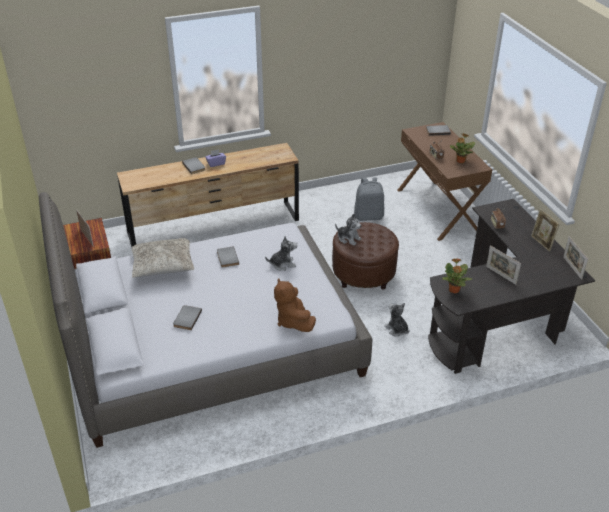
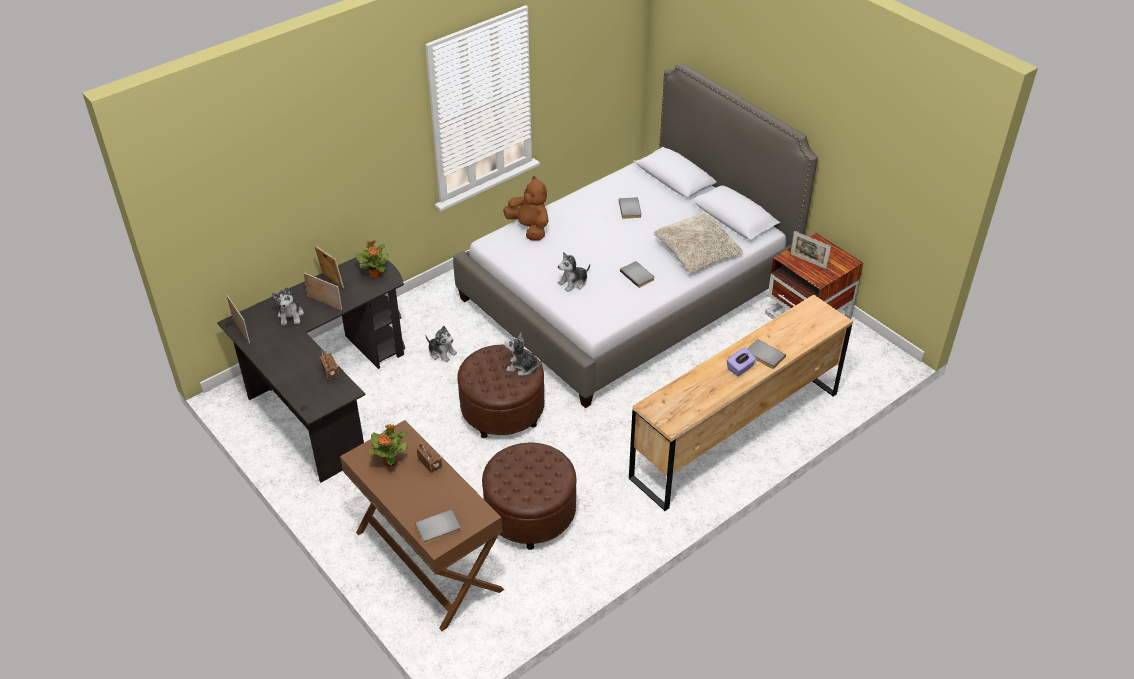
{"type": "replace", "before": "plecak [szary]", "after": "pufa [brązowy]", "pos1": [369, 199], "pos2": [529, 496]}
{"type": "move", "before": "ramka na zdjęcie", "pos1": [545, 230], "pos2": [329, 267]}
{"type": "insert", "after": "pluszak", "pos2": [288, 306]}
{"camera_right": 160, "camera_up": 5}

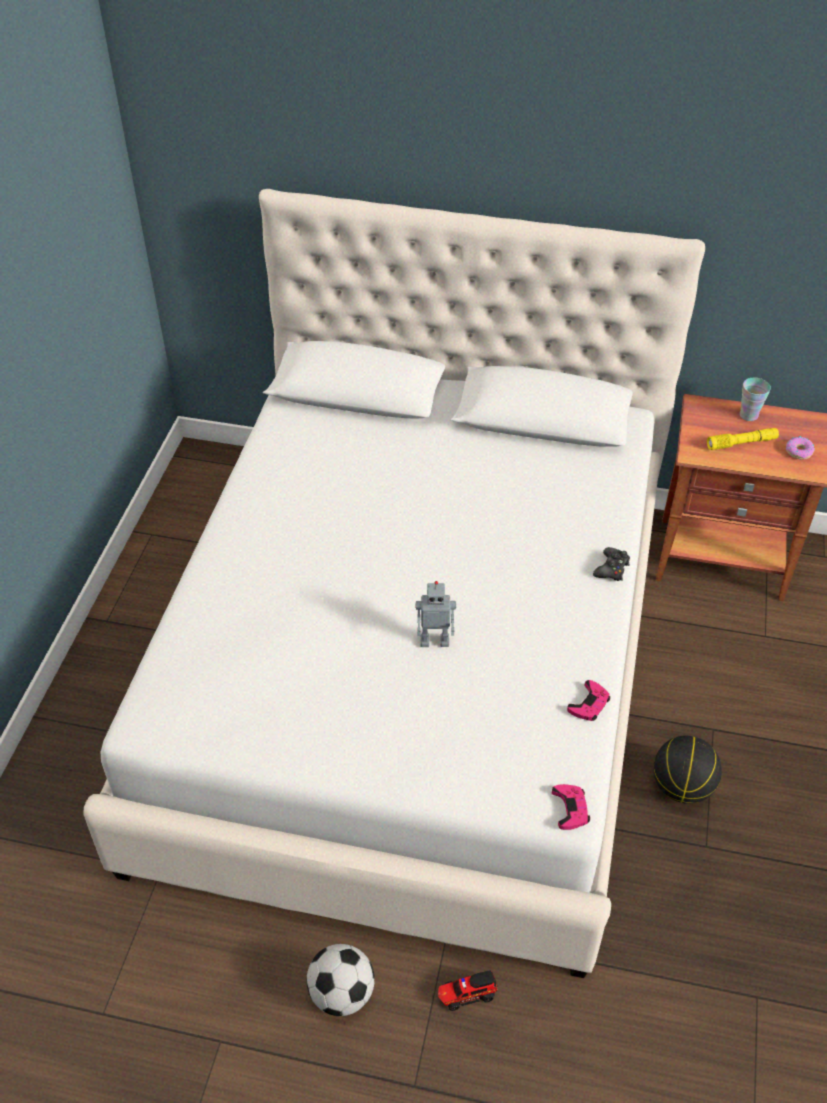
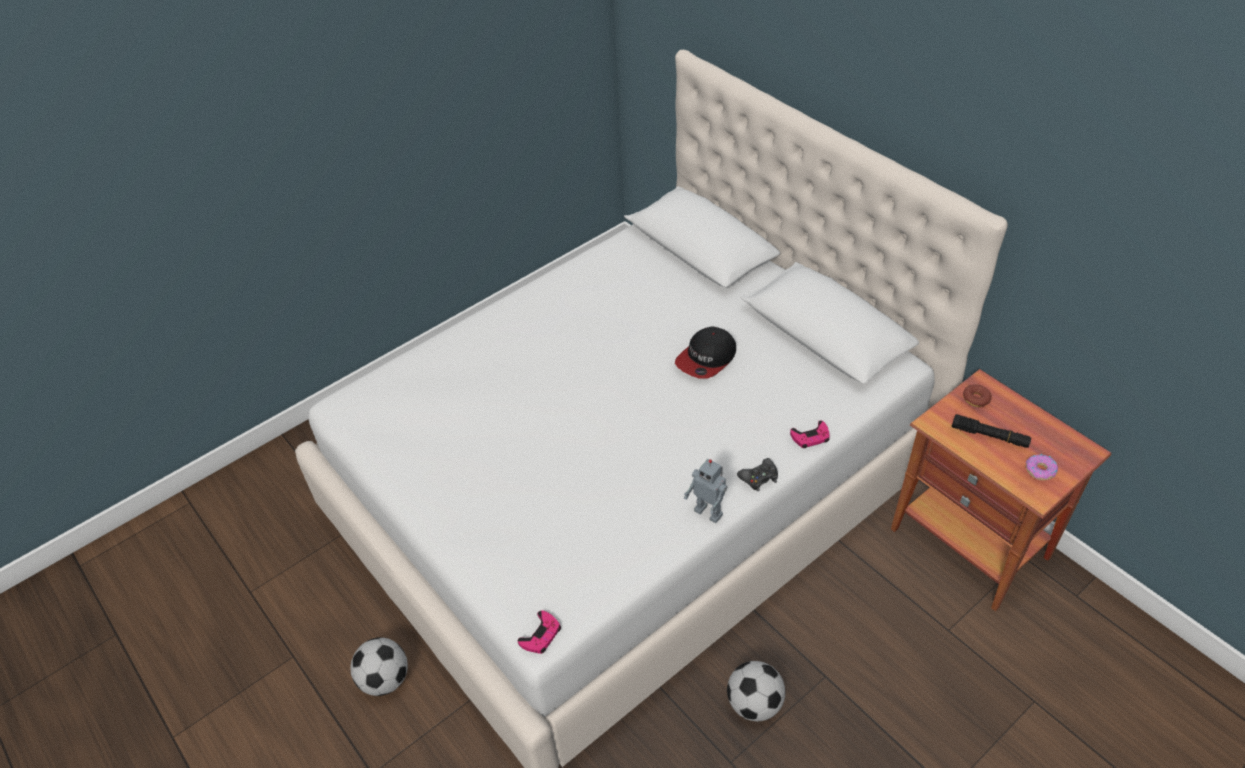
{"type": "move", "before": "robot zabawkowy", "pos1": [435, 614], "pos2": [705, 491]}
{"type": "delete", "before": "ciężarówka zabawkowa", "pos1": [468, 991]}
{"type": "move", "before": "pad do gier [różowy]", "pos1": [588, 700], "pos2": [809, 434]}
{"type": "replace", "before": "piłka do koszykówki", "after": "piłka futbolowa", "pos1": [687, 770], "pos2": [756, 691]}
{"type": "recolor", "before": "latarka [żółty]", "after": "latarka [czarny]", "pos1": [743, 439], "pos2": [991, 431]}
{"type": "delete", "before": "filiżanka", "pos1": [755, 399]}
{"type": "insert", "after": "czapka z daszkiem", "pos2": [705, 352]}
{"type": "insert", "after": "donut", "pos2": [977, 395]}
{"camera_right": 40, "camera_up": 0}

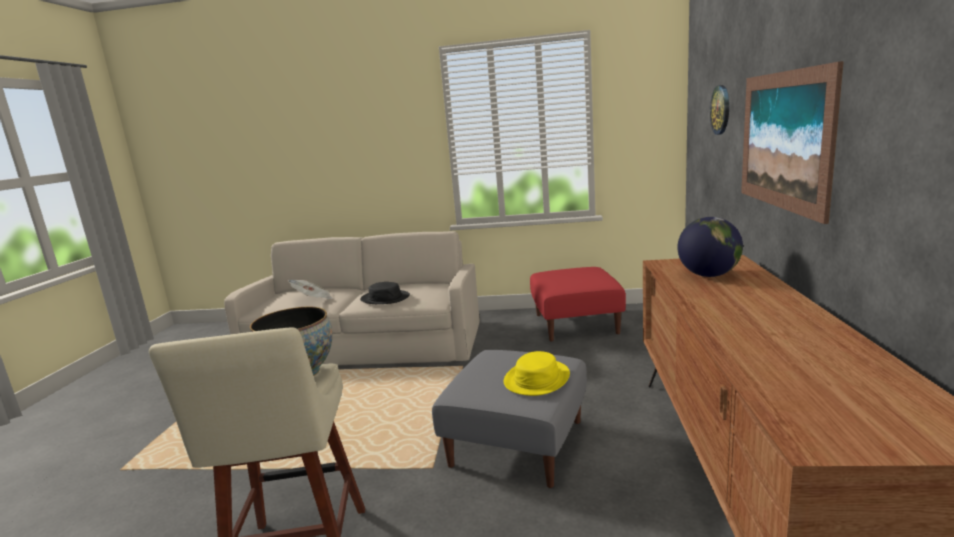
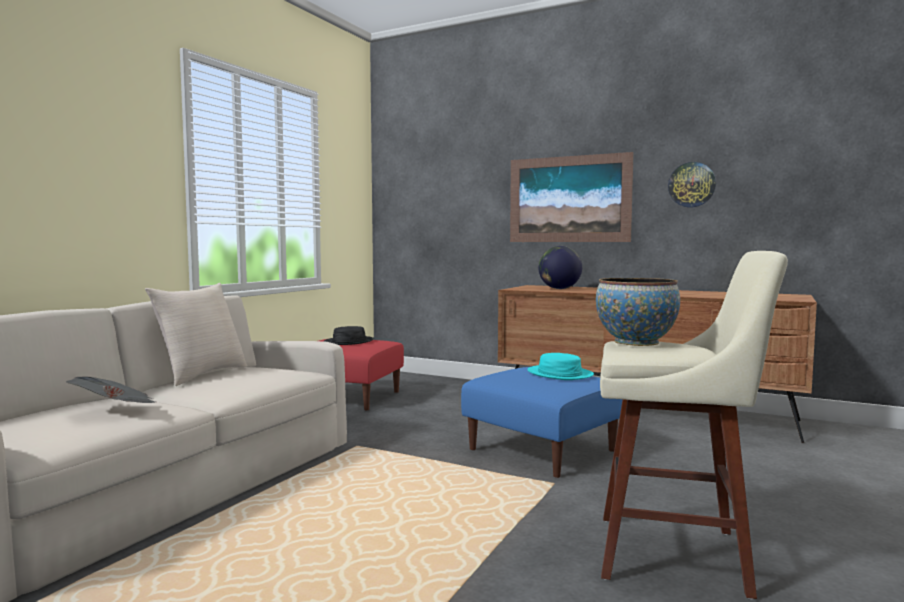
{"type": "move", "before": "kapelusz [czarny]", "pos1": [385, 293], "pos2": [349, 335]}
{"type": "recolor", "before": "pufa [szary]", "after": "pufa [niebieski]", "pos1": [509, 419], "pos2": [542, 422]}
{"type": "recolor", "before": "kapelusz [żółty]", "after": "kapelusz [turkusowy]", "pos1": [537, 373], "pos2": [560, 366]}
{"type": "move", "before": "zegar ścienny", "pos1": [719, 110], "pos2": [692, 184]}
{"type": "insert", "after": "poduszka [beżowy]", "pos2": [196, 334]}
{"camera_right": -70, "camera_up": -10}

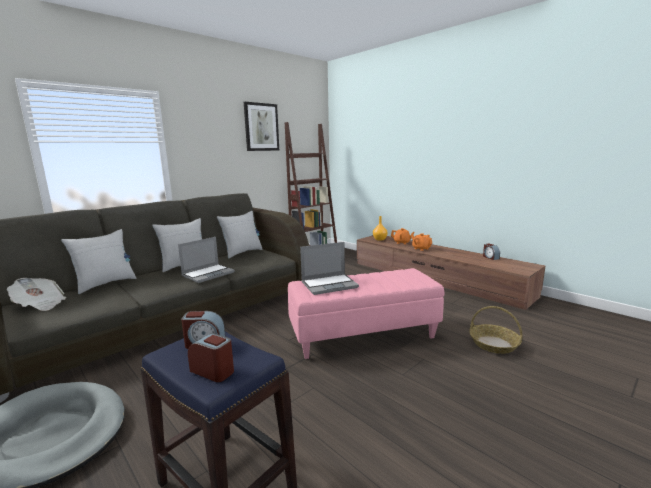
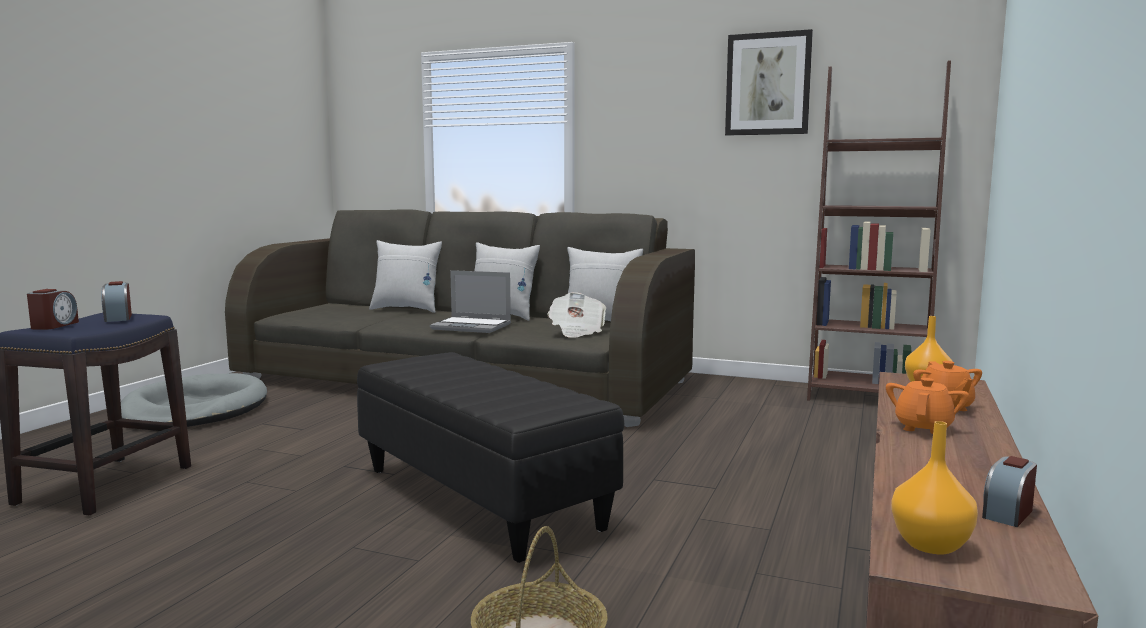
{"type": "move", "before": "gazeta", "pos1": [36, 294], "pos2": [576, 315]}
{"type": "recolor", "before": "pufa [różowy]", "after": "pufa [czarny]", "pos1": [366, 313], "pos2": [490, 457]}
{"type": "delete", "before": "laptop", "pos1": [329, 268]}
{"type": "insert", "after": "wazon [pomarańczowy]", "pos2": [934, 487]}
{"camera_right": 65, "camera_up": -5}

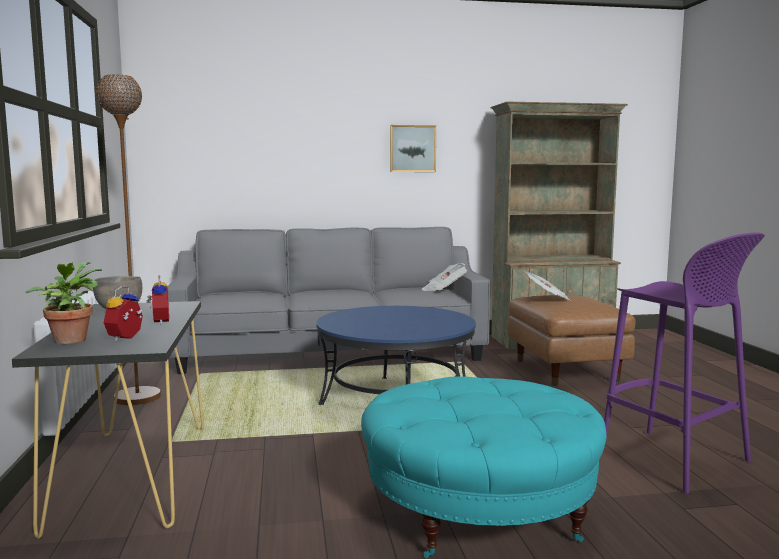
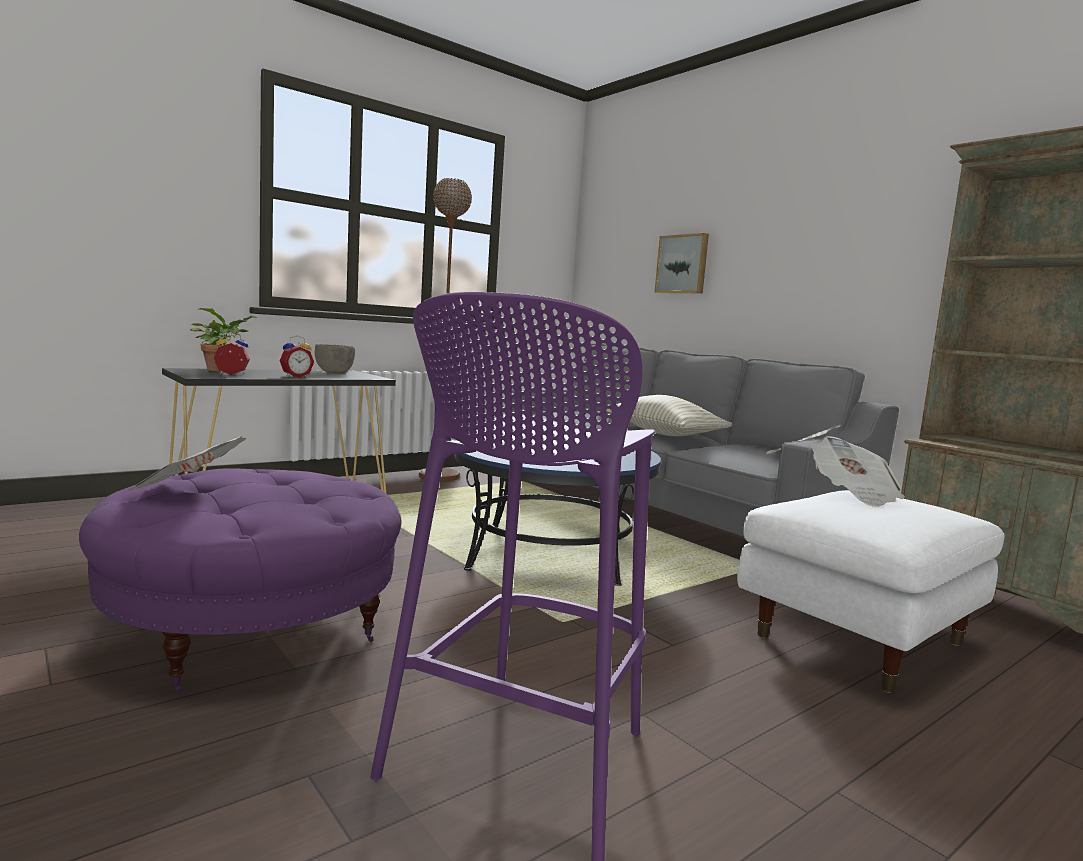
{"type": "recolor", "before": "pufa [turkusowy]", "after": "pufa [fioletowy]", "pos1": [483, 467], "pos2": [240, 580]}
{"type": "move", "before": "obraz", "pos1": [413, 148], "pos2": [682, 263]}
{"type": "recolor", "before": "pufa [brązowy]", "after": "pufa [biały]", "pos1": [572, 341], "pos2": [871, 591]}
{"type": "insert", "after": "gazeta", "pos2": [187, 463]}
{"type": "insert", "after": "poduszka", "pos2": [669, 415]}
{"camera_right": 60, "camera_up": 0}

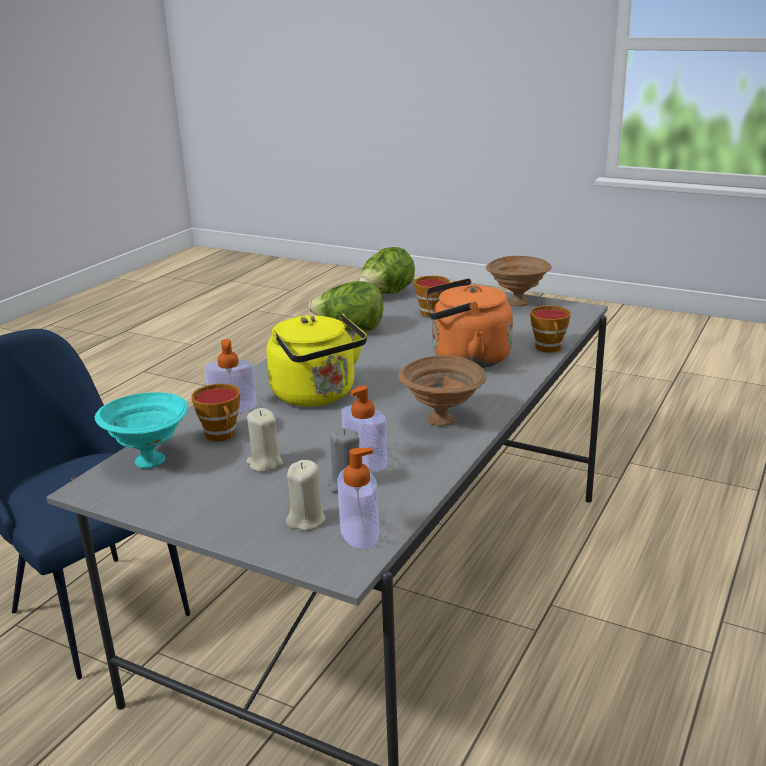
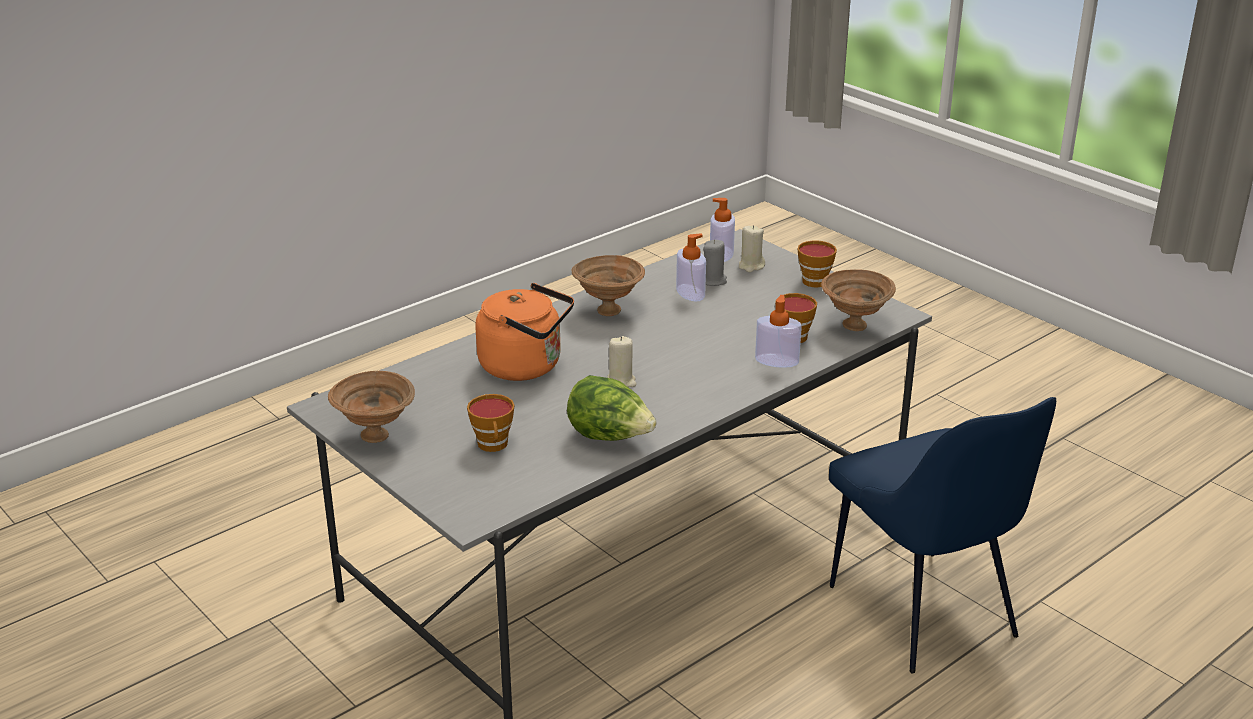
{"type": "recolor", "before": "miska [turkusowy]", "after": "miska [brązowy]", "pos1": [141, 430], "pos2": [858, 300]}
{"type": "move", "before": "świeca [beżowy]", "pos1": [264, 440], "pos2": [622, 361]}
{"type": "delete", "before": "czajnik [żółty]", "pos1": [317, 359]}
{"type": "delete", "before": "sałata", "pos1": [387, 270]}
{"type": "move", "before": "filiżanka", "pos1": [550, 329], "pos2": [817, 263]}
{"camera_right": -160, "camera_up": 5}

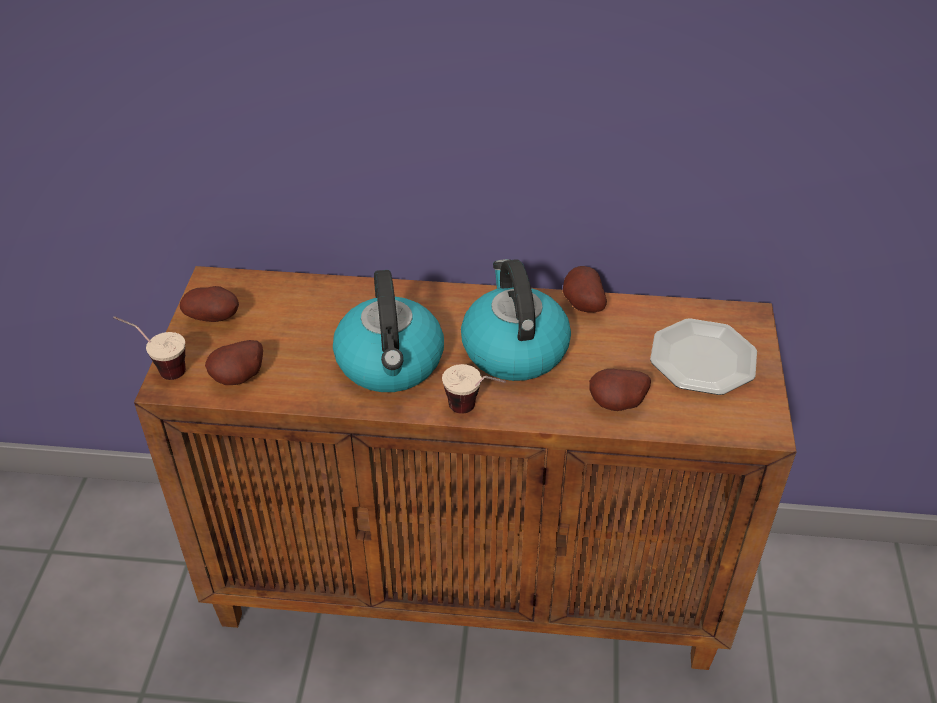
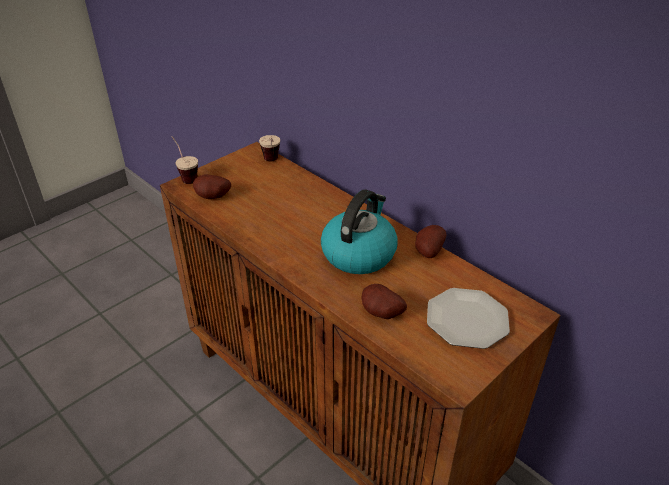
{"type": "delete", "before": "ziemniak", "pos1": [209, 304]}
{"type": "delete", "before": "czajnik", "pos1": [388, 331]}
{"type": "move", "before": "filiżanka", "pos1": [474, 389], "pos2": [269, 148]}
{"camera_right": 40, "camera_up": -5}

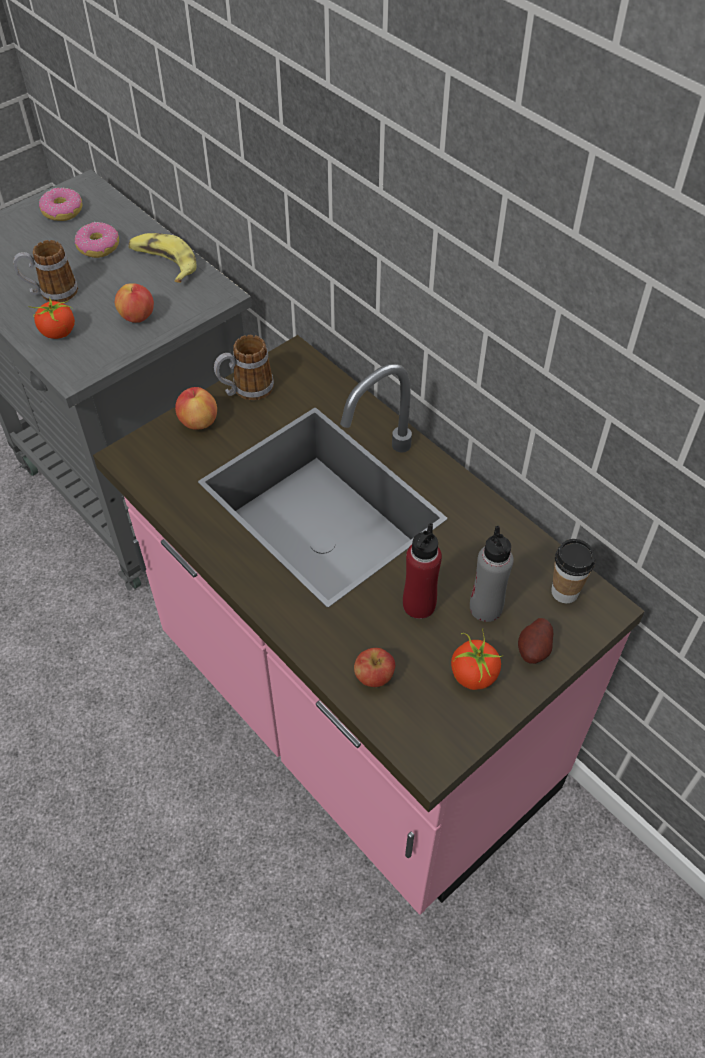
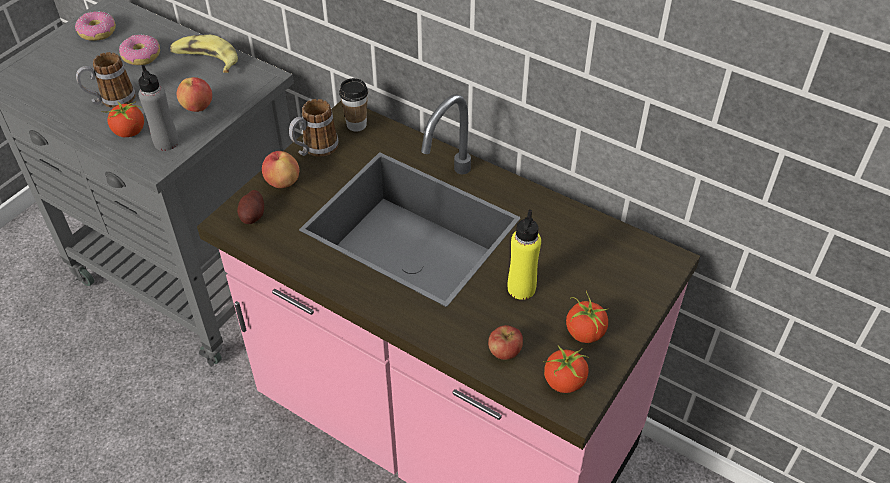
{"type": "recolor", "before": "butelka [czerwony]", "after": "butelka [żółty]", "pos1": [422, 571], "pos2": [524, 255]}
{"type": "move", "before": "butelka [szary]", "pos1": [492, 574], "pos2": [158, 108]}
{"type": "move", "before": "ziemniak", "pos1": [535, 641], "pos2": [250, 207]}
{"type": "move", "before": "filiżanka", "pos1": [573, 571], "pos2": [353, 105]}
{"type": "insert", "after": "pomidor", "pos2": [566, 369]}
{"camera_right": -15, "camera_up": -5}

